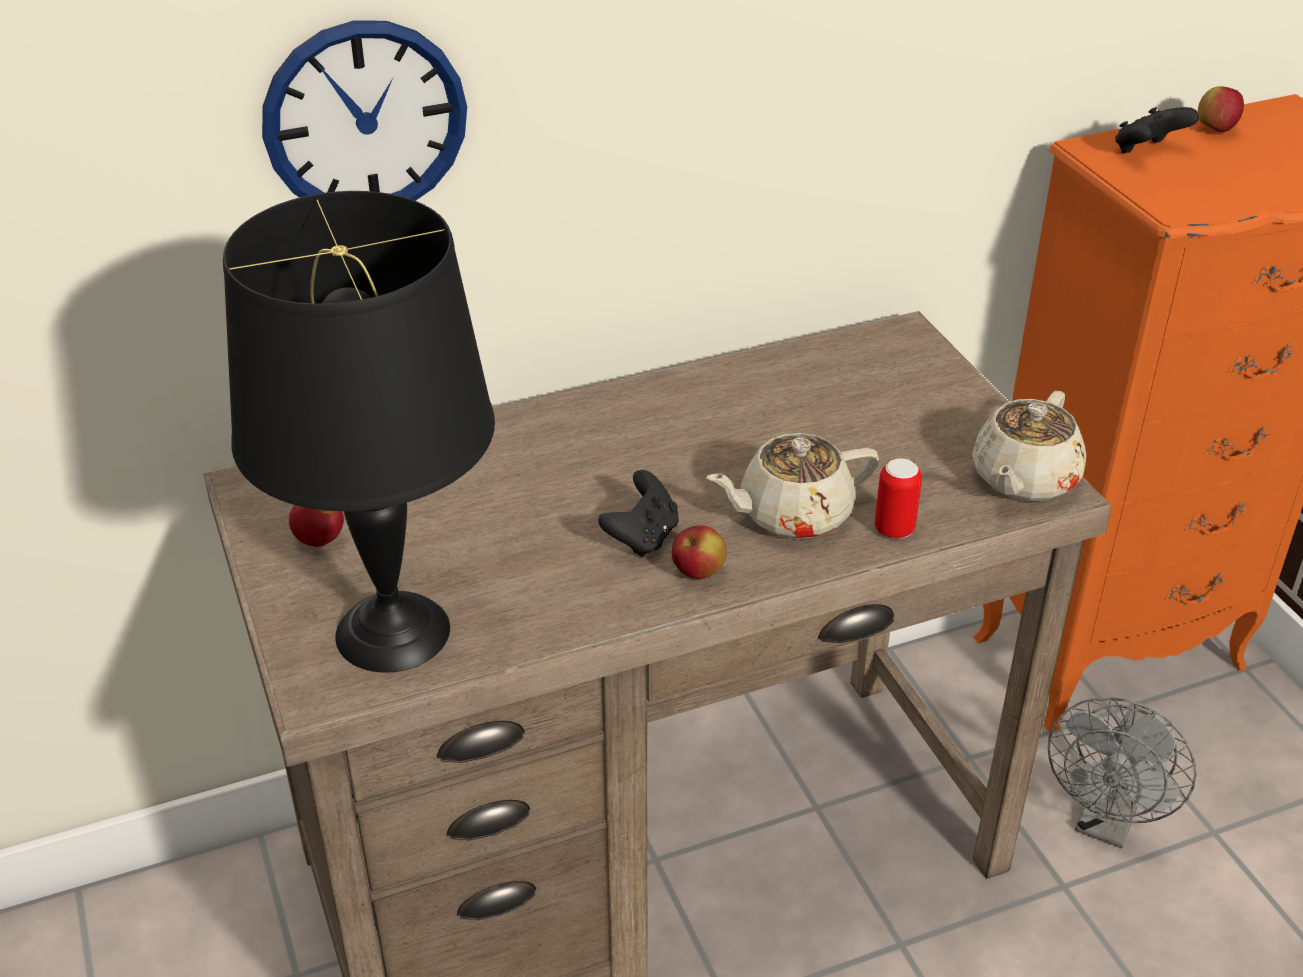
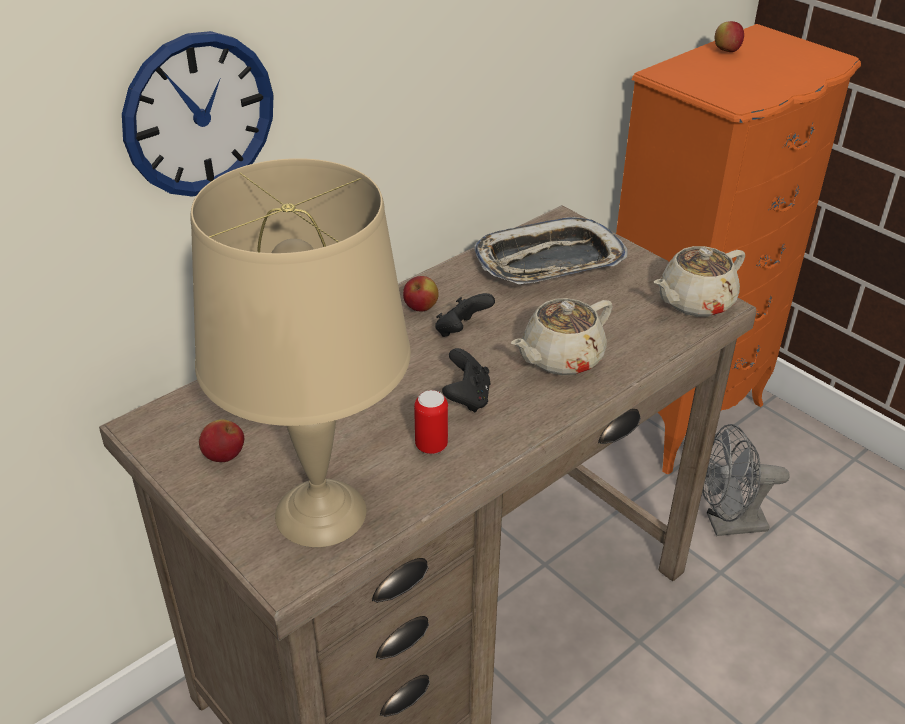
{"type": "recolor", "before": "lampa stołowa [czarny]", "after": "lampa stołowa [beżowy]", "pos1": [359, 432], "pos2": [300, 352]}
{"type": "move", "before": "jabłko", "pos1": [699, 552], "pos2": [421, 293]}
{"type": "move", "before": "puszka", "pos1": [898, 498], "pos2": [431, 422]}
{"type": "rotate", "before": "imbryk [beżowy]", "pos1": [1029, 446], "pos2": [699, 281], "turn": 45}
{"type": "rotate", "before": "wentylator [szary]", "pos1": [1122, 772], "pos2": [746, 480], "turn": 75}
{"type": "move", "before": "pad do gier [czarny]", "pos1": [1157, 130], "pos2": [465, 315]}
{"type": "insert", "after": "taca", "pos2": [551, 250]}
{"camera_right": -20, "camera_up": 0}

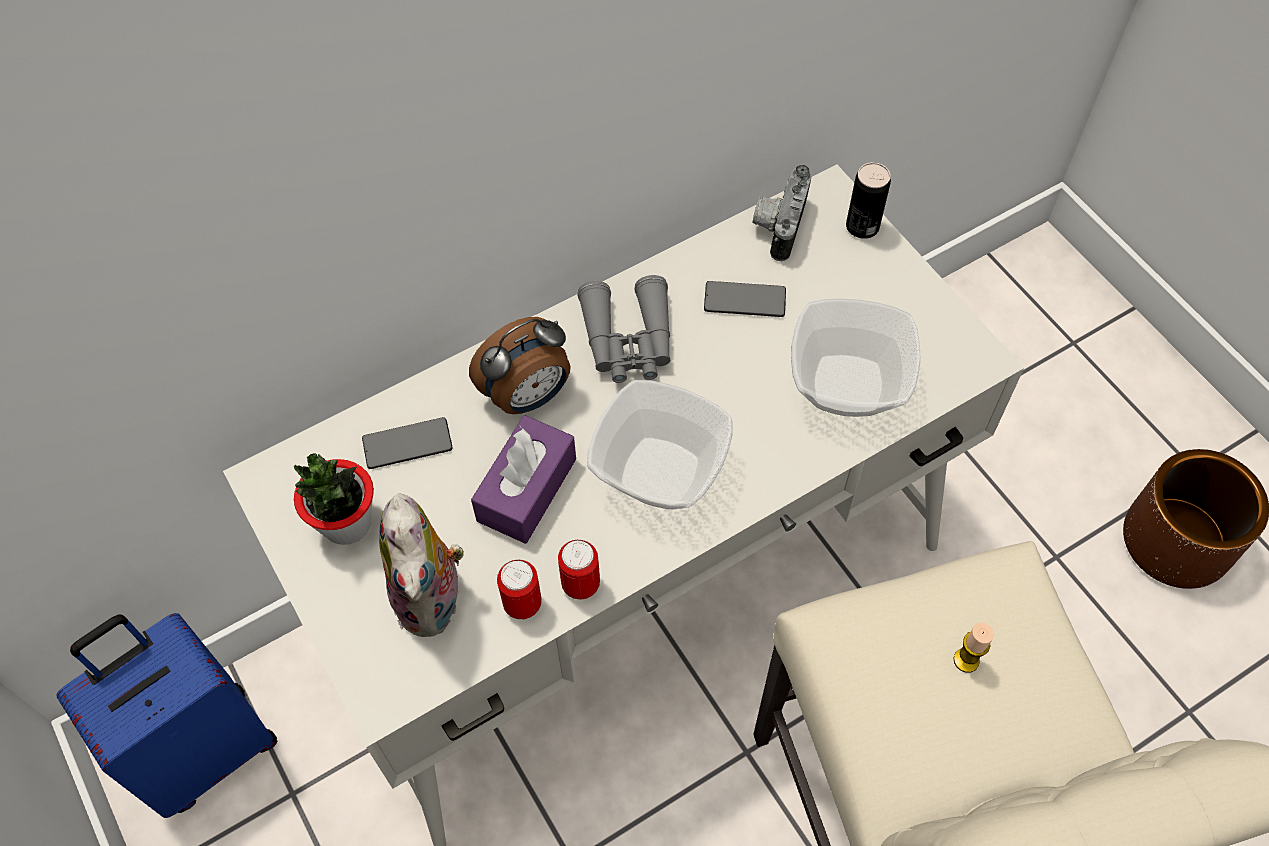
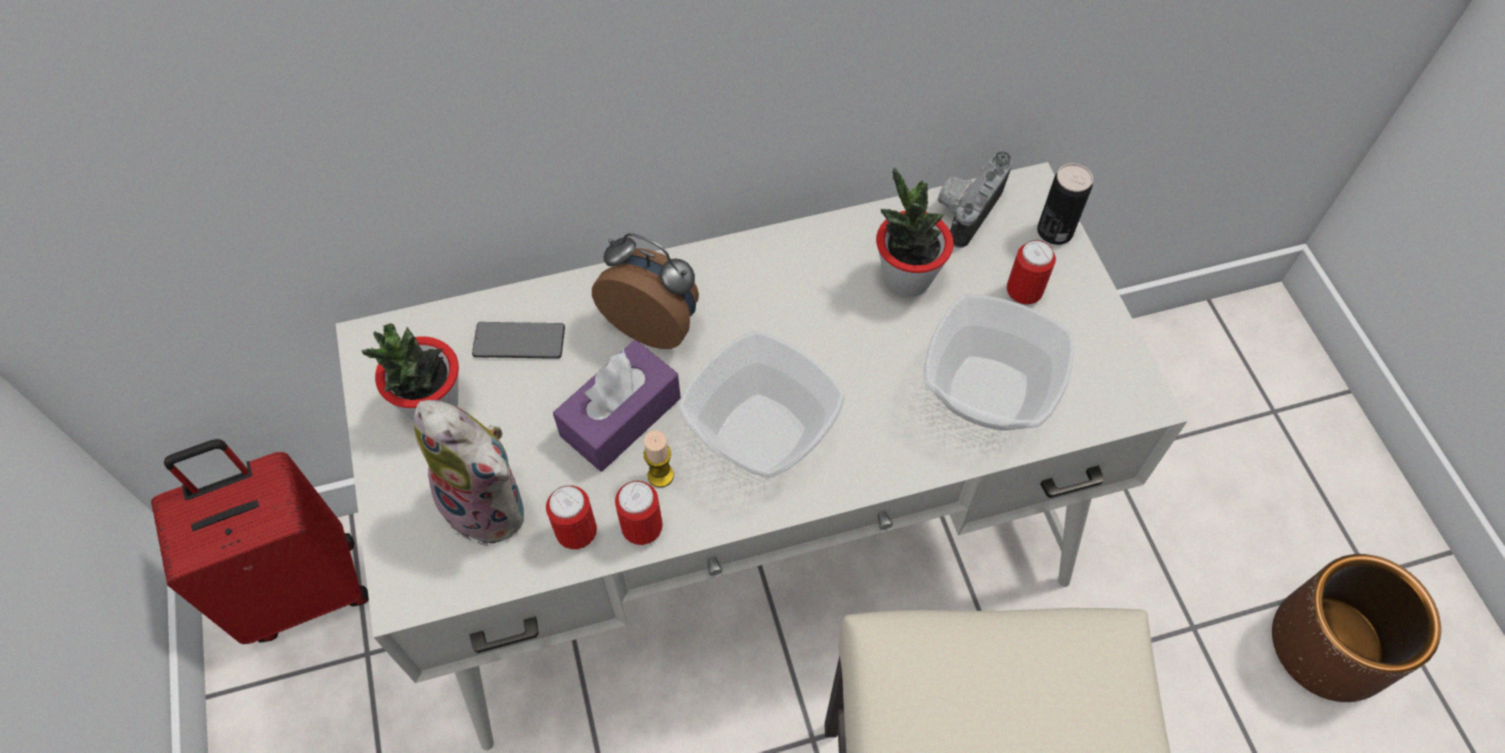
{"type": "recolor", "before": "walizka [niebieski]", "after": "walizka [czerwony]", "pos1": [167, 715], "pos2": [260, 541]}
{"type": "rotate", "before": "pluszak", "pos1": [421, 565], "pos2": [469, 473], "turn": -60}
{"type": "rotate", "before": "budzik", "pos1": [520, 365], "pos2": [645, 291], "turn": -135}
{"type": "delete", "before": "lornetka [szary]", "pos1": [624, 329]}
{"type": "replace", "before": "telefon", "after": "roślina doniczkowa", "pos1": [745, 299], "pos2": [915, 232]}
{"type": "move", "before": "świeca", "pos1": [974, 648], "pos2": [659, 459]}
{"type": "insert", "after": "puszka", "pos2": [1031, 272]}
{"camera_right": 15, "camera_up": 0}

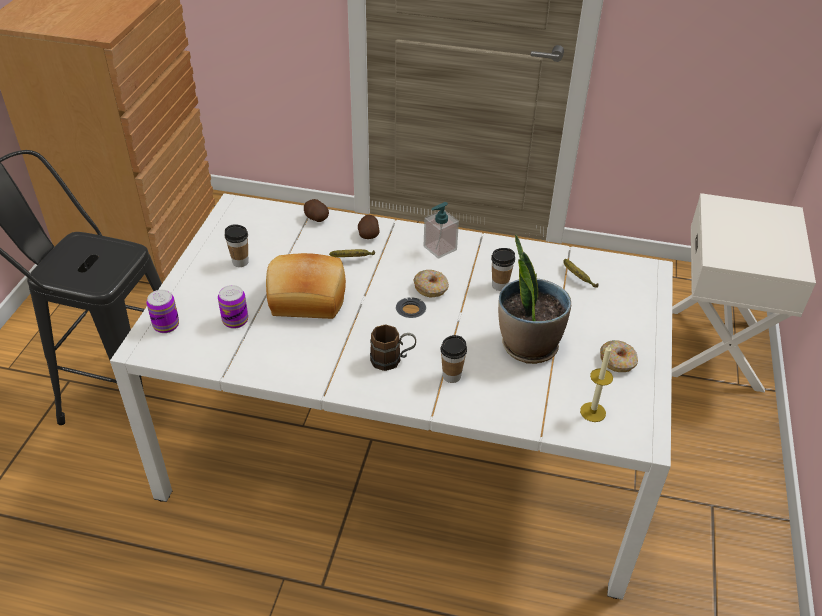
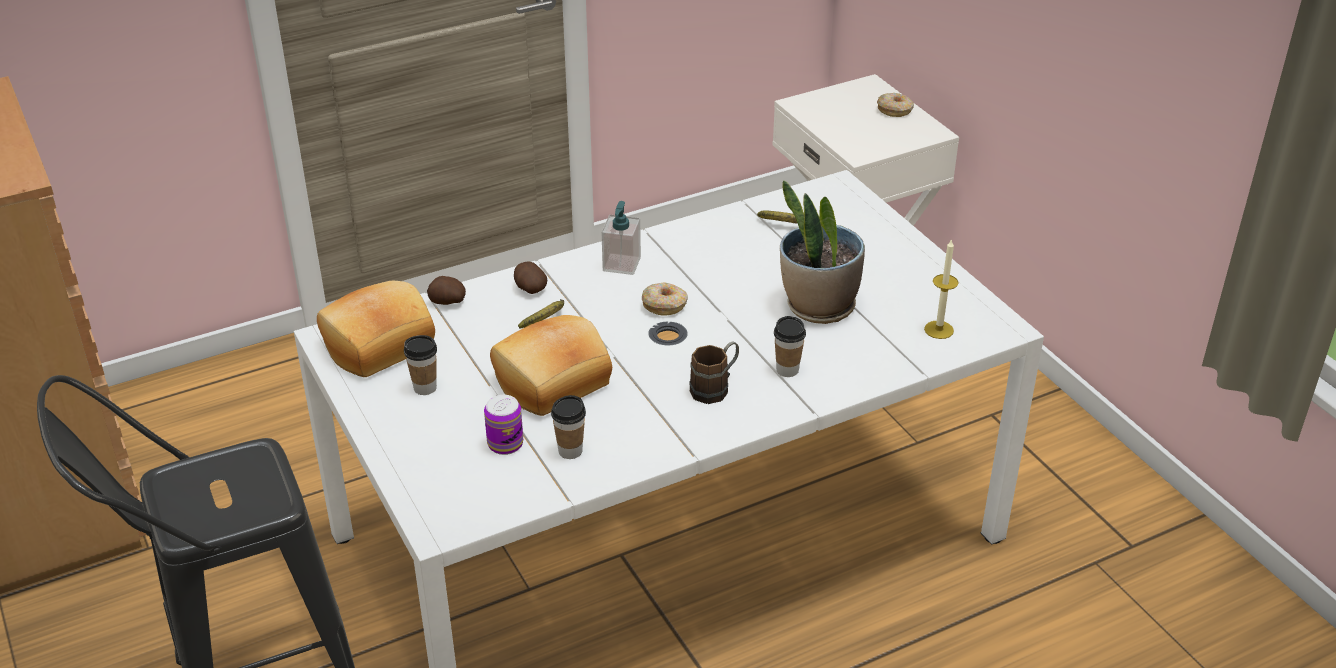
{"type": "delete", "before": "puszka", "pos1": [162, 311]}
{"type": "move", "before": "filiżanka", "pos1": [503, 269], "pos2": [568, 427]}
{"type": "move", "before": "donut", "pos1": [619, 356], "pos2": [895, 105]}
{"type": "insert", "after": "chleb", "pos2": [376, 329]}
{"camera_right": -40, "camera_up": -5}

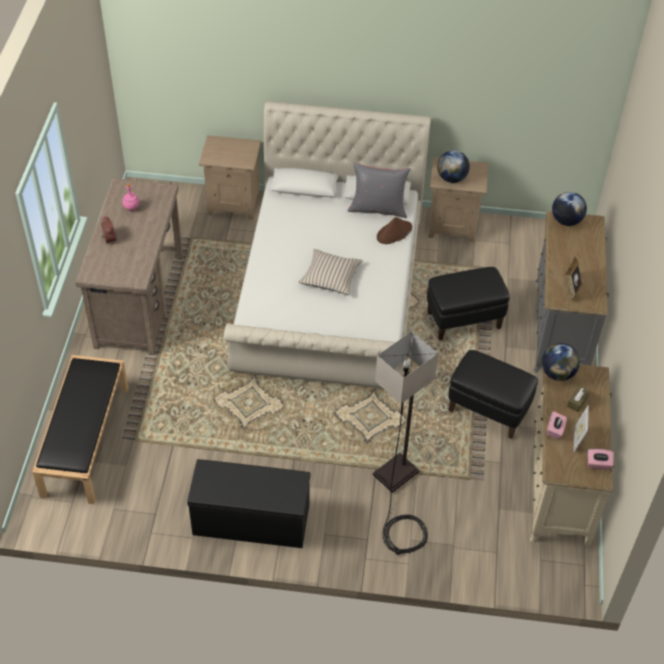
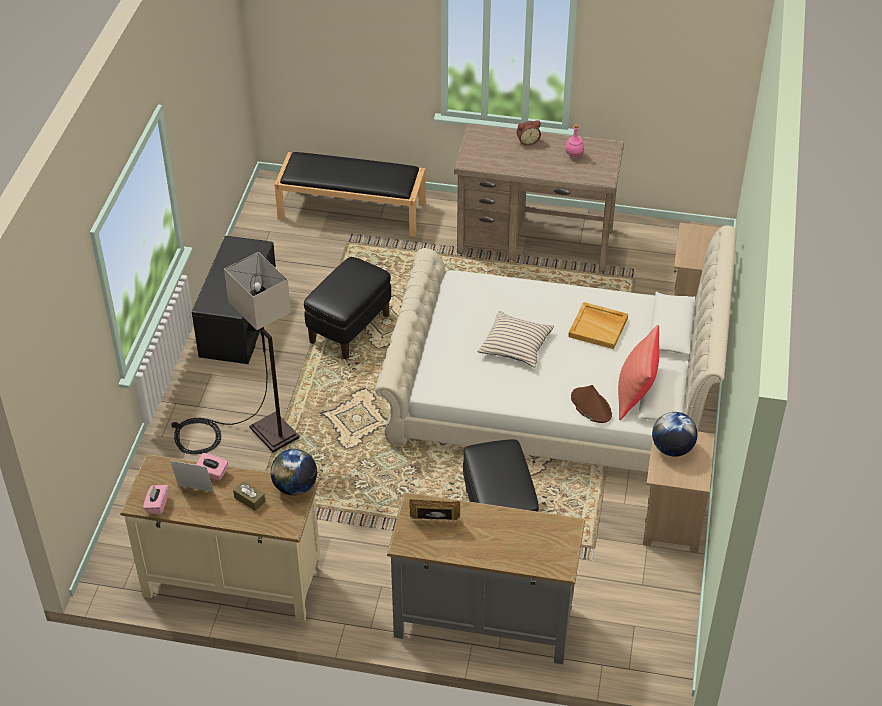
{"type": "recolor", "before": "poduszka [szary]", "after": "poduszka [czerwony]", "pos1": [379, 190], "pos2": [638, 372]}
{"type": "move", "before": "pufa [czarny]", "pos1": [493, 394], "pos2": [347, 308]}
{"type": "delete", "before": "globus", "pos1": [569, 209]}
{"type": "insert", "after": "taca [beżowy]", "pos2": [598, 325]}
{"camera_right": 95, "camera_up": -5}

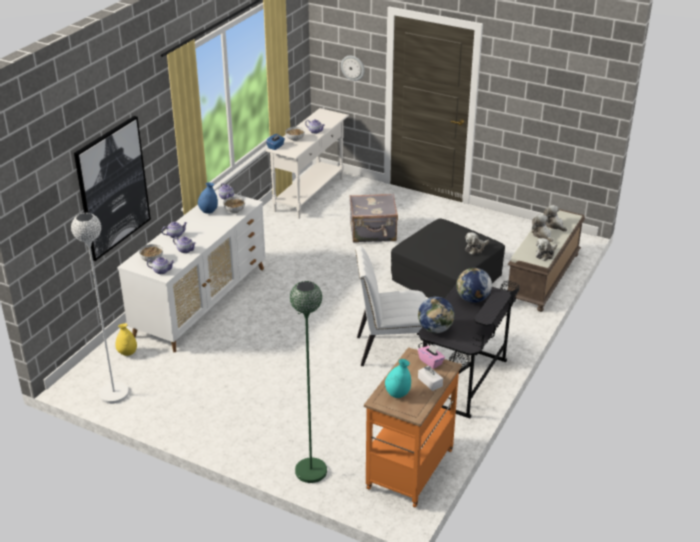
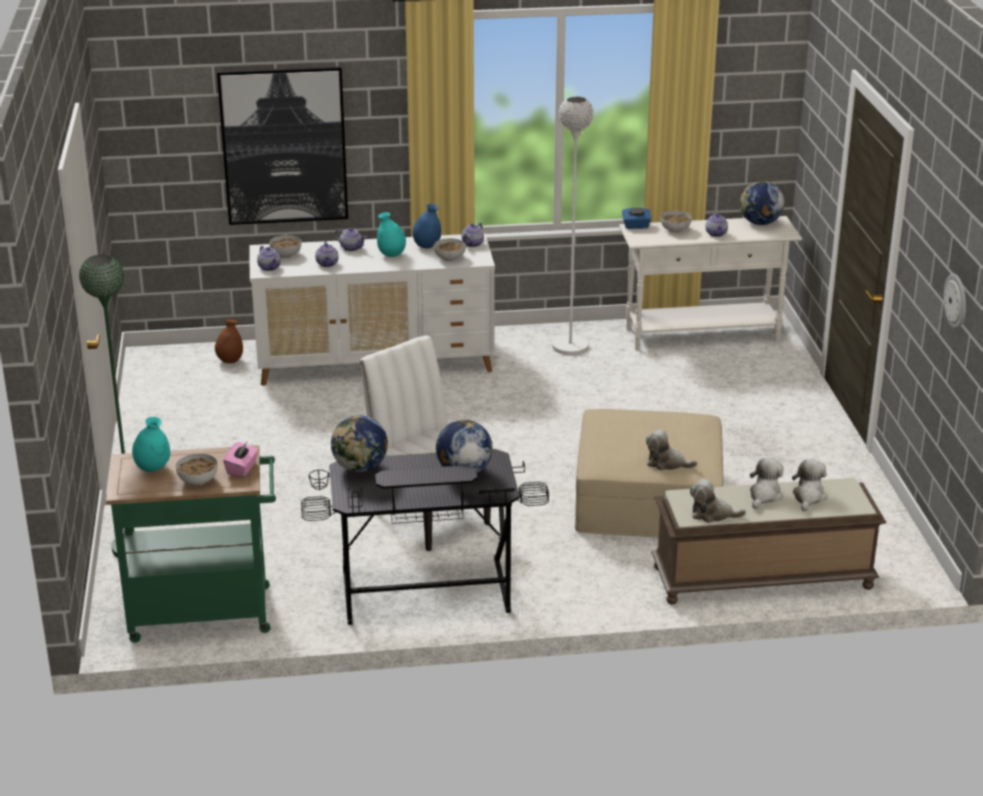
{"type": "move", "before": "lampa stojąca [biały]", "pos1": [100, 308], "pos2": [573, 225]}
{"type": "recolor", "before": "wazon [żółty]", "after": "wazon [brązowy]", "pos1": [126, 340], "pos2": [229, 341]}
{"type": "move", "before": "zegar ścienny", "pos1": [353, 68], "pos2": [955, 302]}
{"type": "delete", "before": "walizka [szary]", "pos1": [374, 218]}
{"type": "recolor", "before": "wózek [pomarańczowy]", "after": "wózek [zielony]", "pos1": [413, 427], "pos2": [191, 544]}
{"type": "recolor", "before": "pufa [czarny]", "after": "pufa [beżowy]", "pos1": [448, 258], "pos2": [649, 473]}
{"type": "replace", "before": "pudełko chusteczek [biały]", "after": "miska", "pos1": [430, 378], "pos2": [197, 470]}
{"type": "insert", "after": "wazon [turkusowy]", "pos2": [391, 234]}
{"type": "insert", "after": "globus", "pos2": [762, 203]}
{"camera_right": 55, "camera_up": -5}

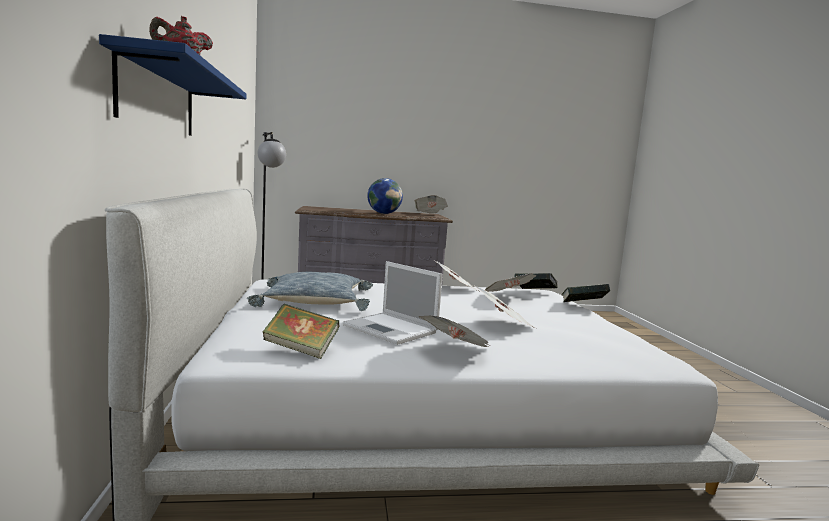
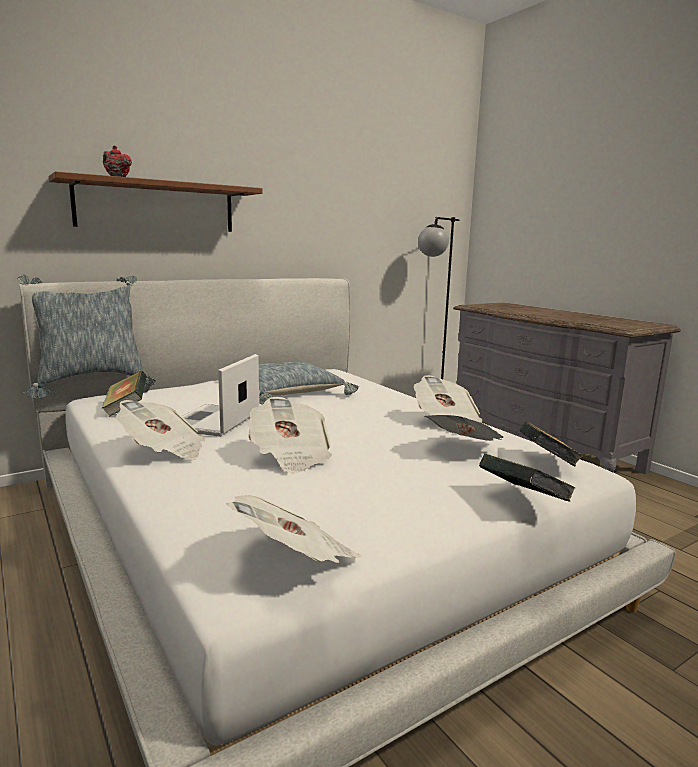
{"type": "recolor", "before": "półka [niebieski]", "after": "półka [brązowy]", "pos1": [172, 85], "pos2": [155, 201]}
{"type": "delete", "before": "globus", "pos1": [385, 196]}
{"type": "move", "before": "gazeta", "pos1": [431, 204], "pos2": [293, 529]}
{"type": "insert", "after": "poduszka", "pos2": [86, 337]}
{"camera_right": 65, "camera_up": 5}

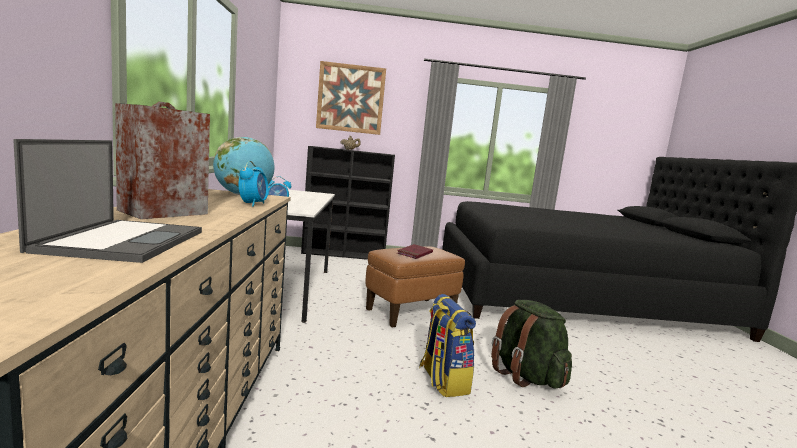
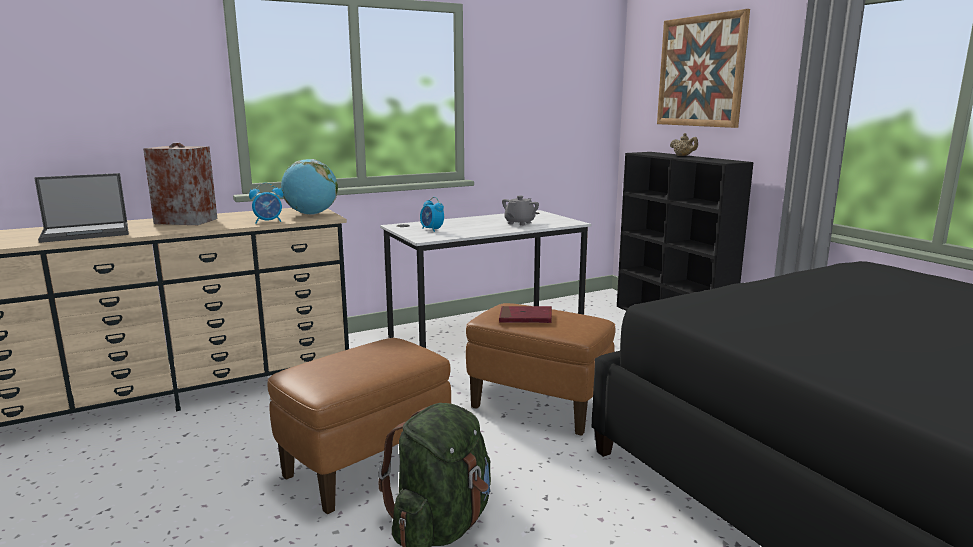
{"type": "replace", "before": "plecak", "after": "pufa [brązowy]", "pos1": [447, 345], "pos2": [359, 426]}
{"type": "insert", "after": "imbryk [szary]", "pos2": [520, 211]}
{"camera_right": 65, "camera_up": 5}

